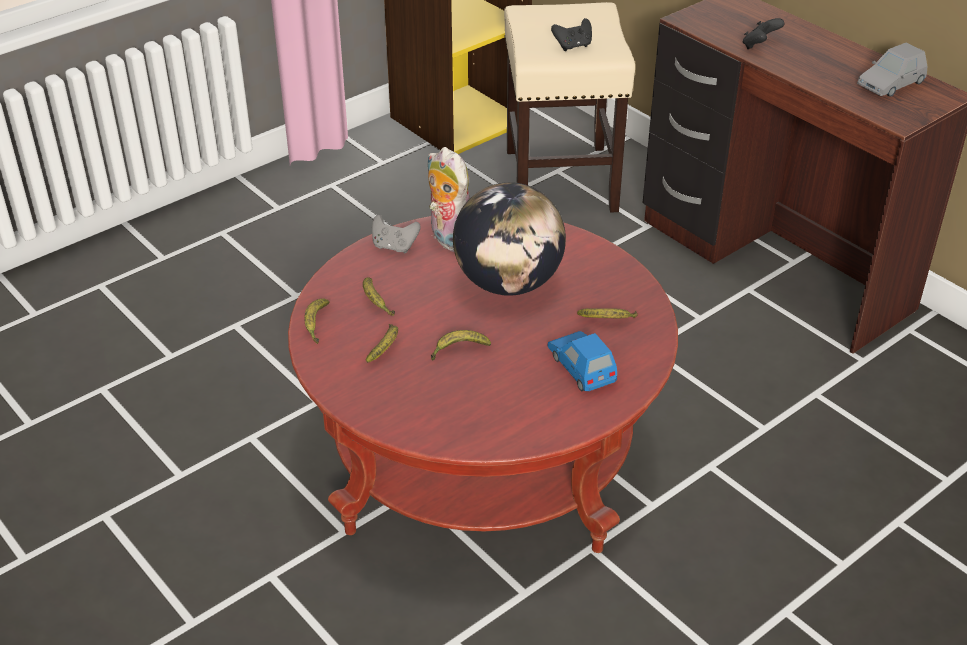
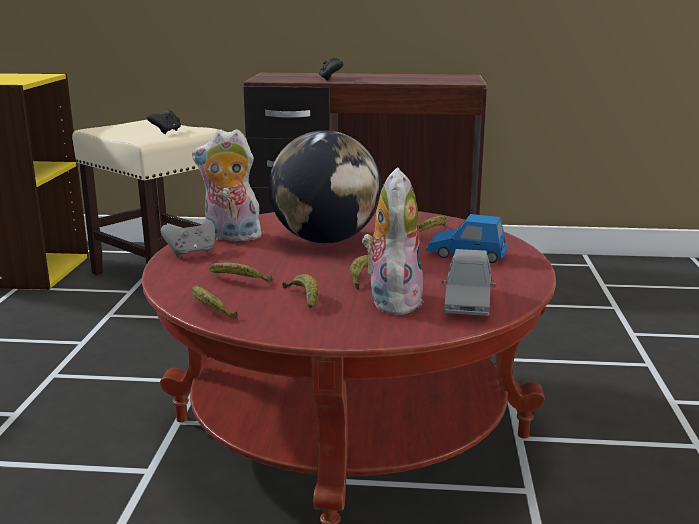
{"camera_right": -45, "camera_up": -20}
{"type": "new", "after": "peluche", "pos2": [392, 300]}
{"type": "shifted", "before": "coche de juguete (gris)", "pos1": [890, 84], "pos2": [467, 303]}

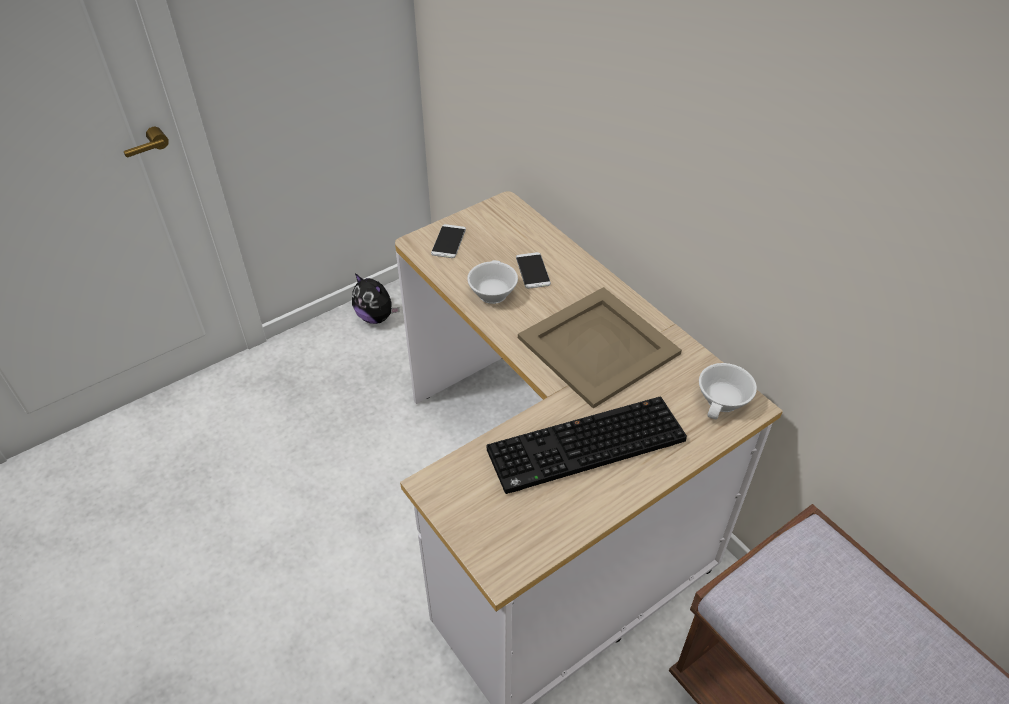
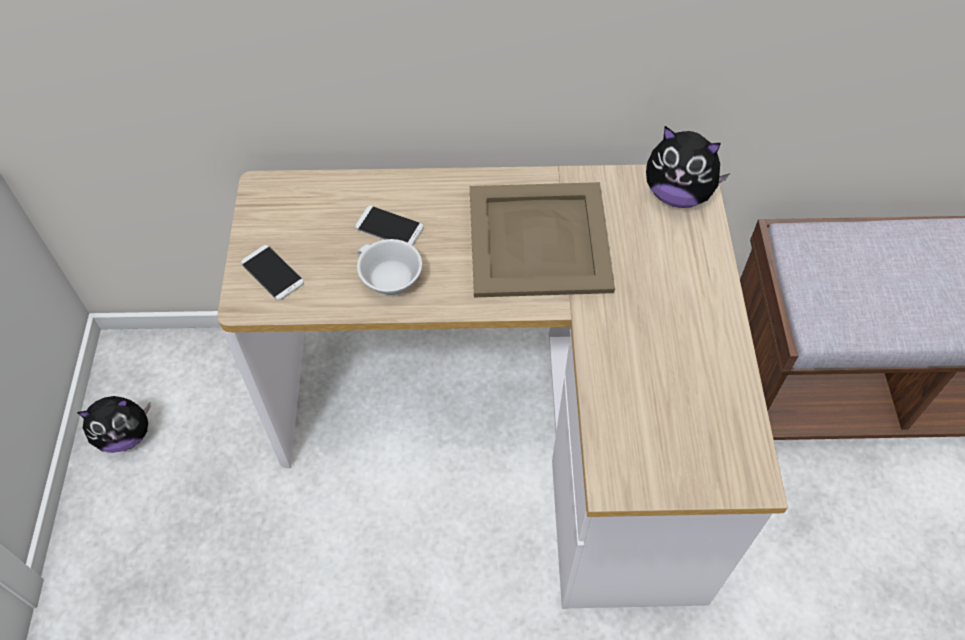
{"camera_right": -55, "camera_up": 10}
{"type": "gone", "before": "teclado", "pos1": [585, 449]}
{"type": "swapped", "before": "taza (blanco)", "after": "peluche", "pos1": [724, 402], "pos2": [677, 194]}

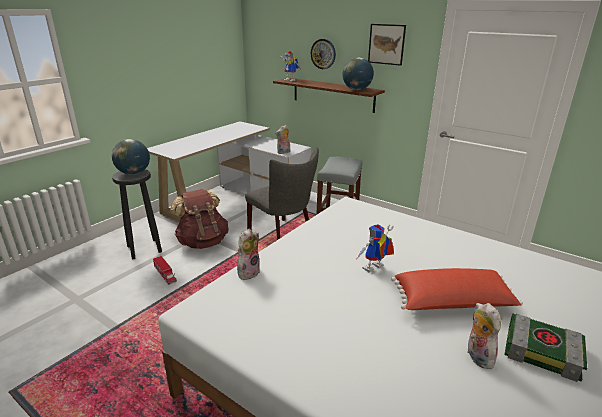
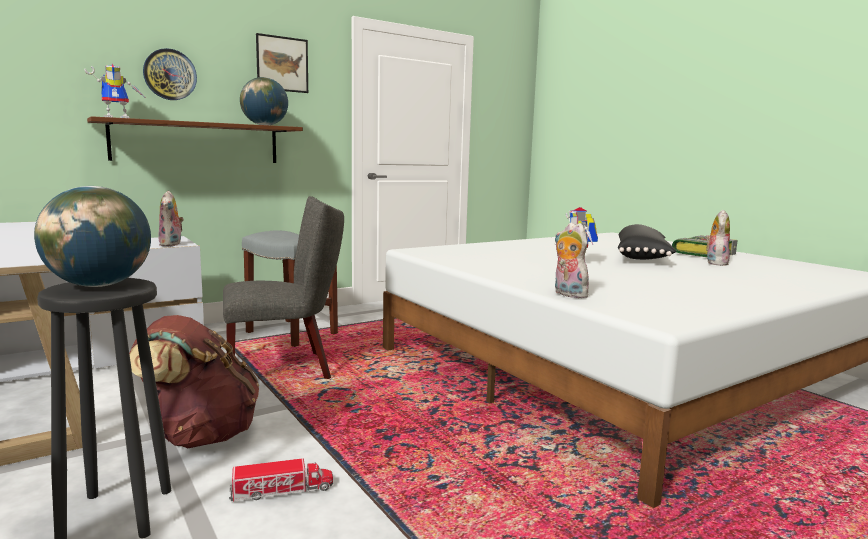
{"camera_right": -70, "camera_up": -15}
{"type": "repainted", "before": "cojín (rojo)", "after": "cojín (negro)", "pos1": [452, 303], "pos2": [642, 257]}
{"type": "rotated", "before": "peluche", "pos1": [477, 356], "pos2": [715, 263], "turn": 105}

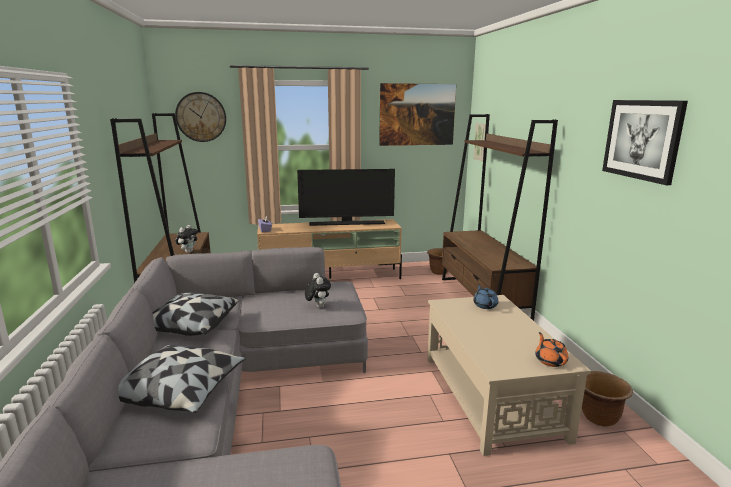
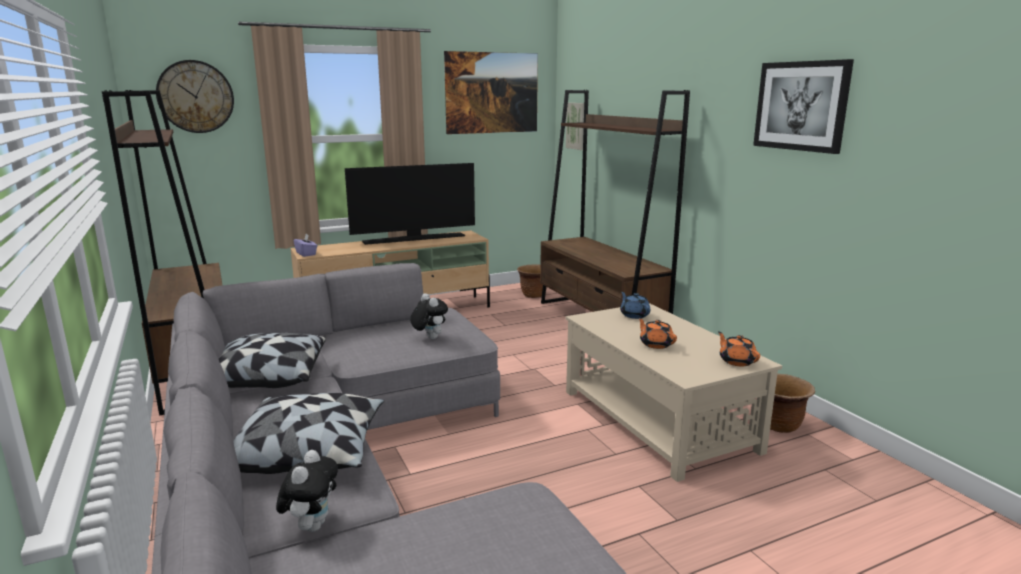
{"camera_right": -15, "camera_up": 0}
{"type": "new", "after": "tetera (naranja)", "pos2": [655, 344]}
{"type": "shifted", "before": "peluche", "pos1": [188, 251], "pos2": [312, 525]}

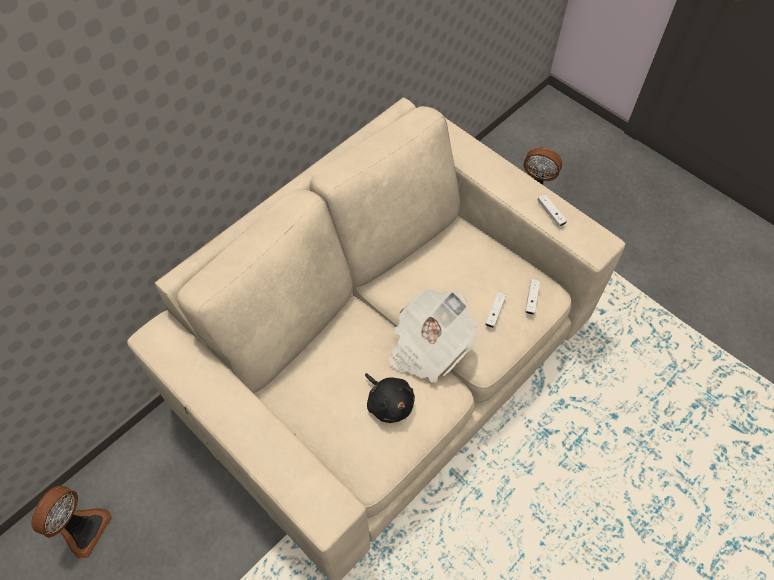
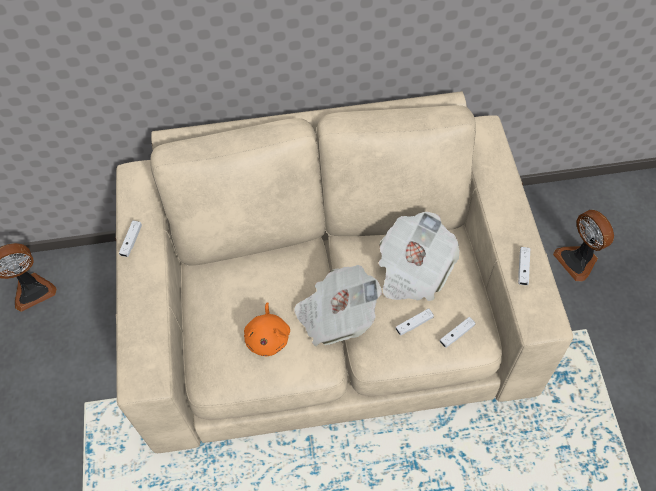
{"camera_right": 40, "camera_up": 0}
{"type": "new", "after": "mando de consola (blanco)", "pos2": [131, 241]}
{"type": "new", "after": "periódico", "pos2": [413, 270]}
{"type": "repainted", "before": "peluche (negro)", "after": "peluche (naranja)", "pos1": [389, 402], "pos2": [268, 337]}

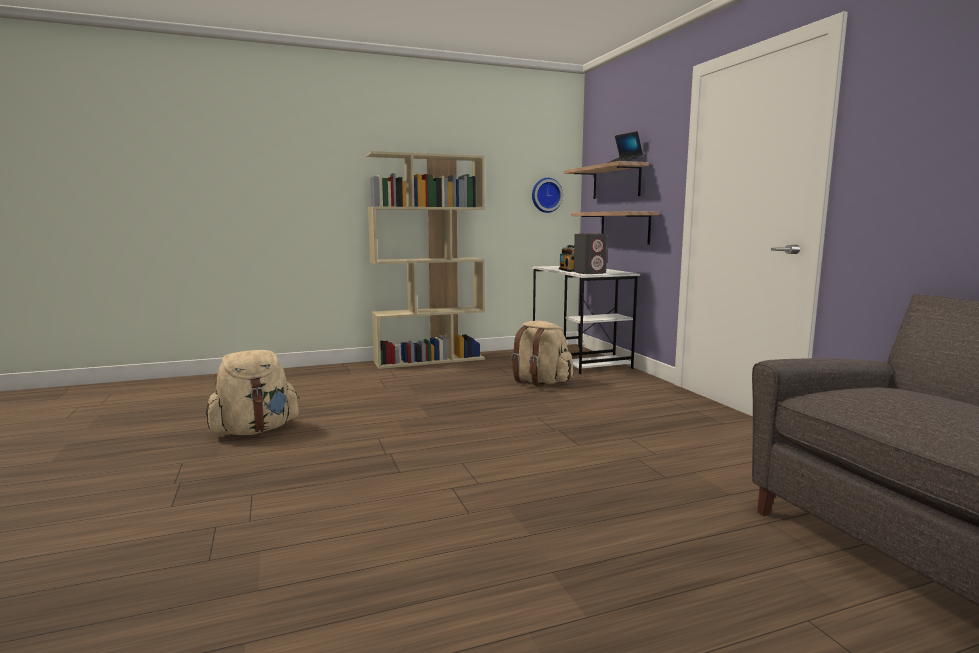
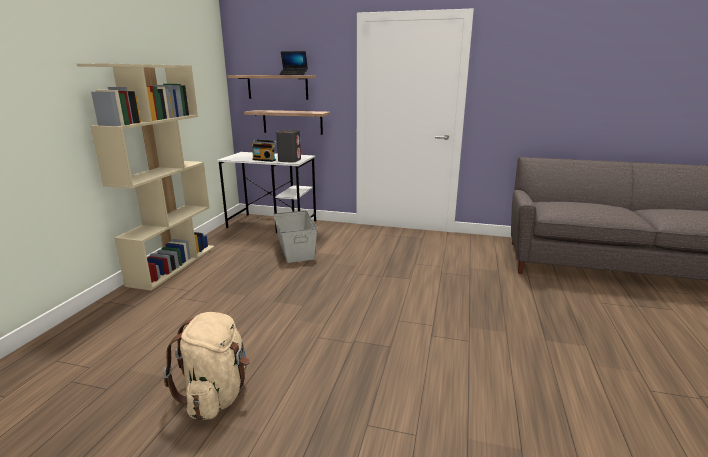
{"camera_right": -55, "camera_up": 10}
{"type": "gone", "before": "reloj de pared", "pos1": [546, 195]}
{"type": "swapped", "before": "mochila (beis)", "after": "caja de almacenaje (gris)", "pos1": [540, 382], "pos2": [295, 250]}

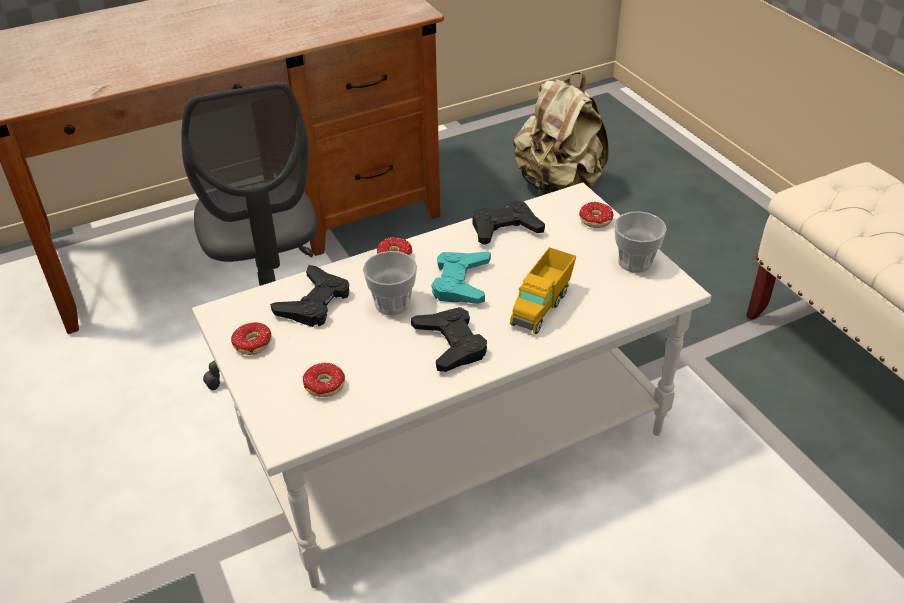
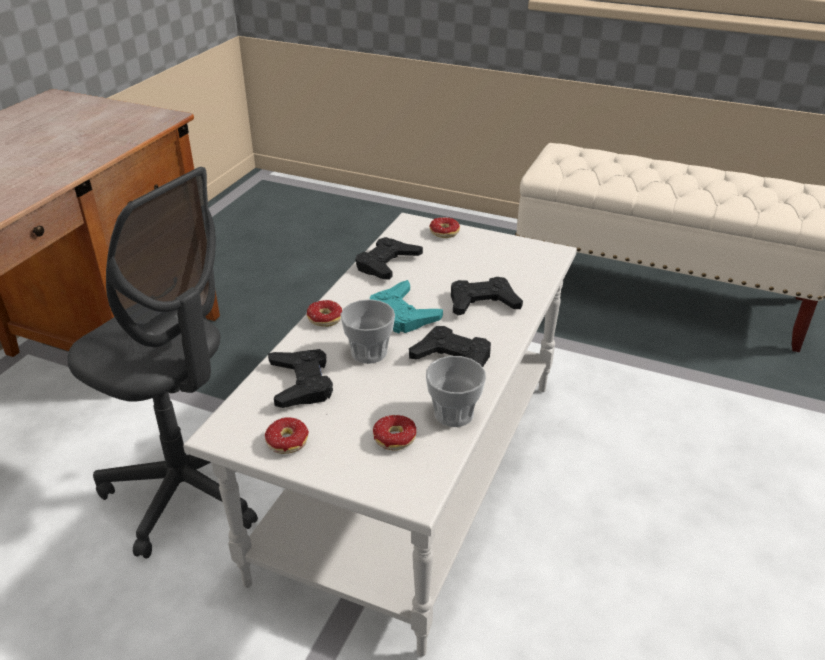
{"camera_right": -40, "camera_up": -5}
{"type": "gone", "before": "mochila (beis)", "pos1": [558, 186]}
{"type": "shifted", "before": "taza", "pos1": [635, 262], "pos2": [454, 414]}
{"type": "swapped", "before": "camión de juguete", "after": "mando de consola (negro)", "pos1": [541, 306], "pos2": [482, 303]}

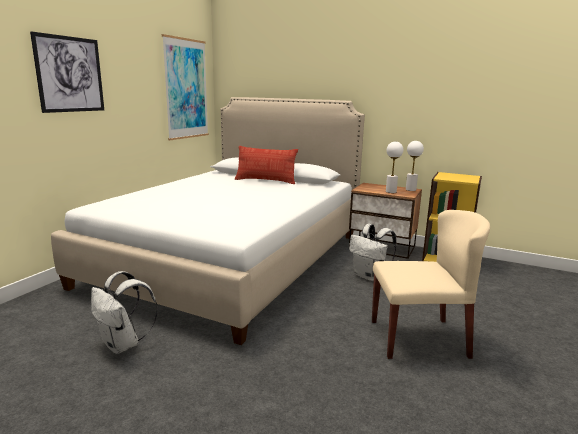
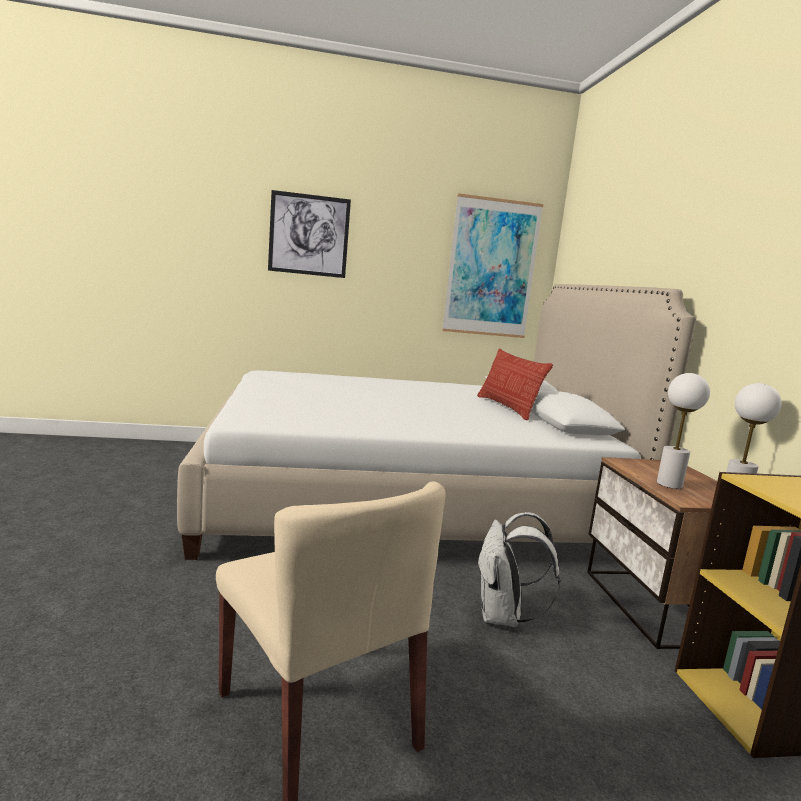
{"camera_right": 55, "camera_up": -5}
{"type": "gone", "before": "mochila (blanco)", "pos1": [123, 344]}

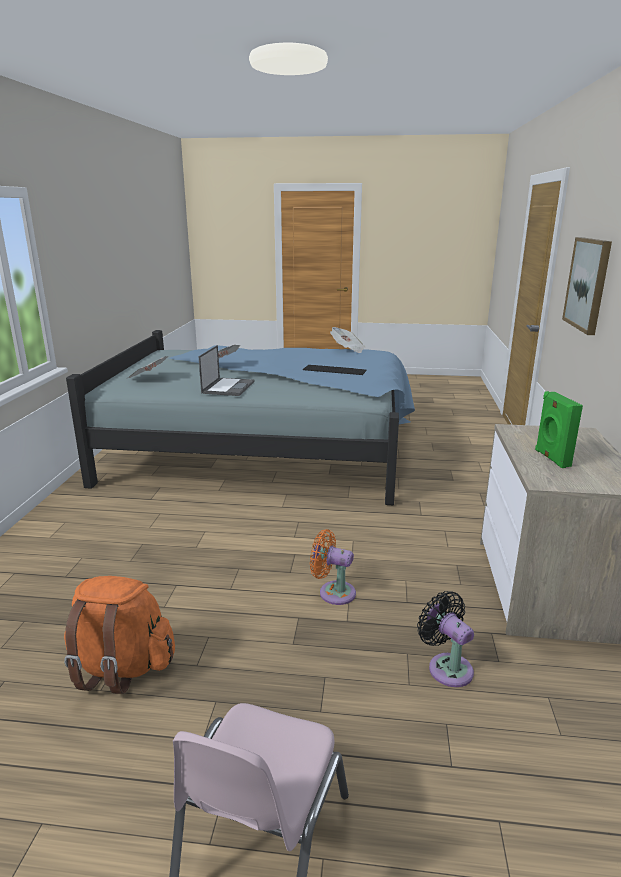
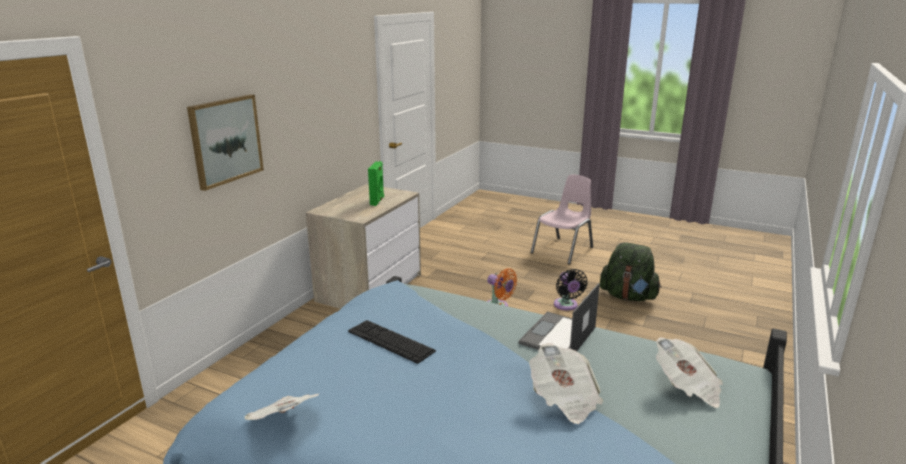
{"camera_right": -160, "camera_up": 0}
{"type": "shifted", "before": "ventilador (negro)", "pos1": [447, 667], "pos2": [566, 306]}
{"type": "repainted", "before": "mochila (naranja)", "after": "mochila (verde)", "pos1": [121, 667], "pos2": [628, 296]}

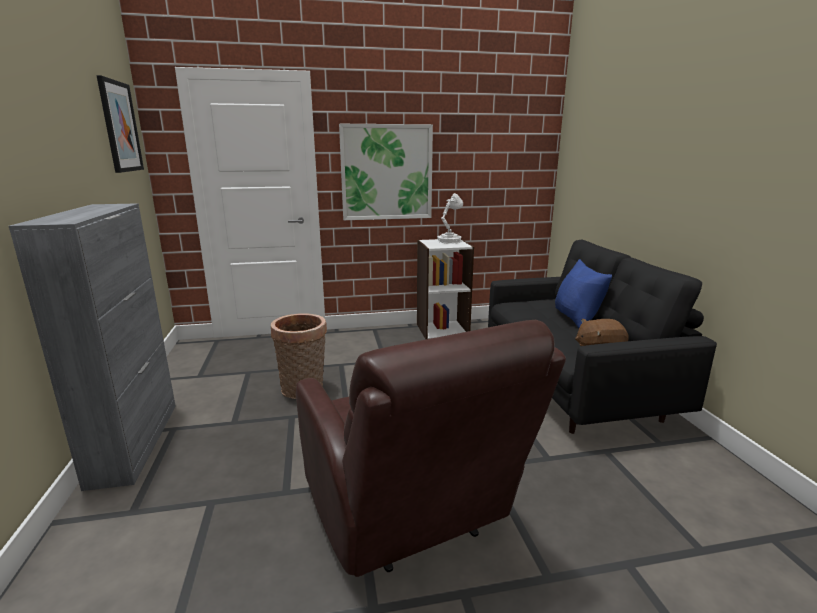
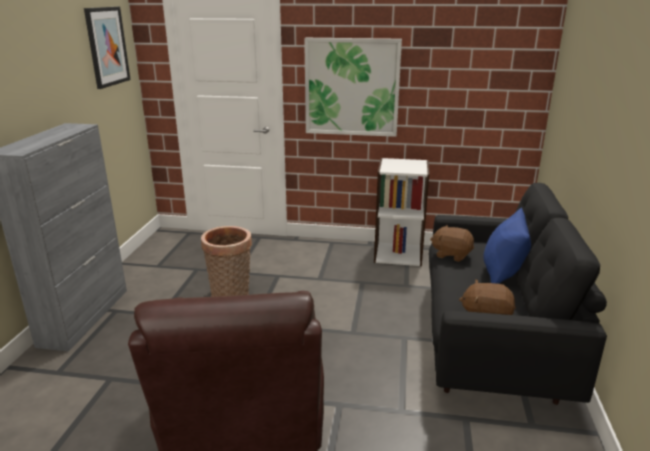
{"camera_right": 20, "camera_up": 5}
{"type": "gone", "before": "lámpara de mesa (blanco)", "pos1": [450, 240]}
{"type": "new", "after": "peluche (marrón)", "pos2": [451, 254]}

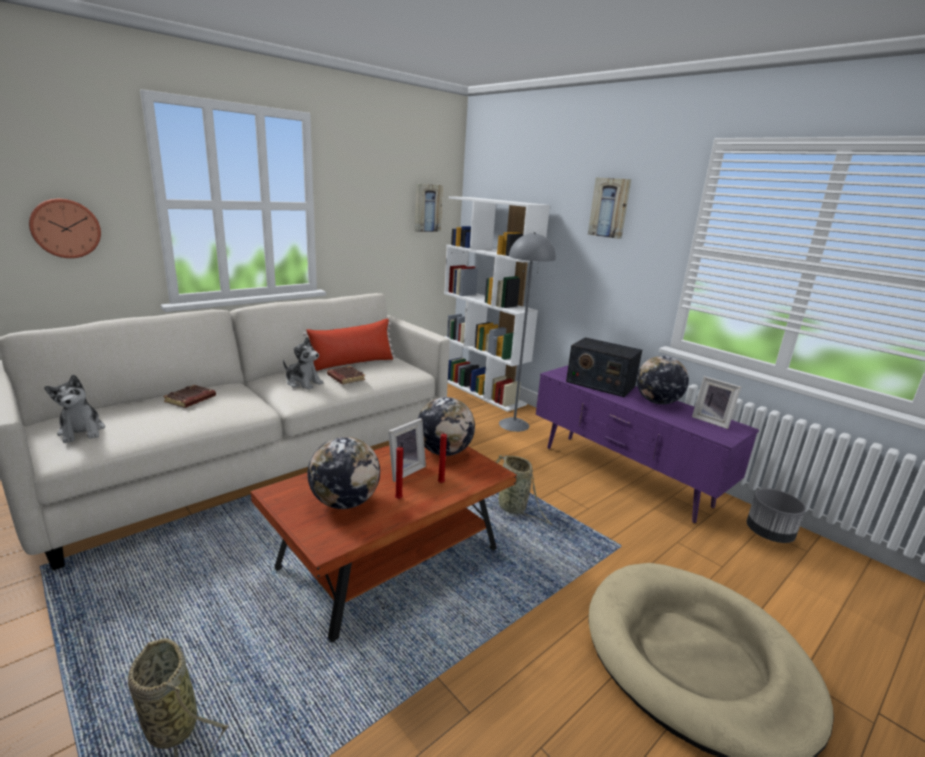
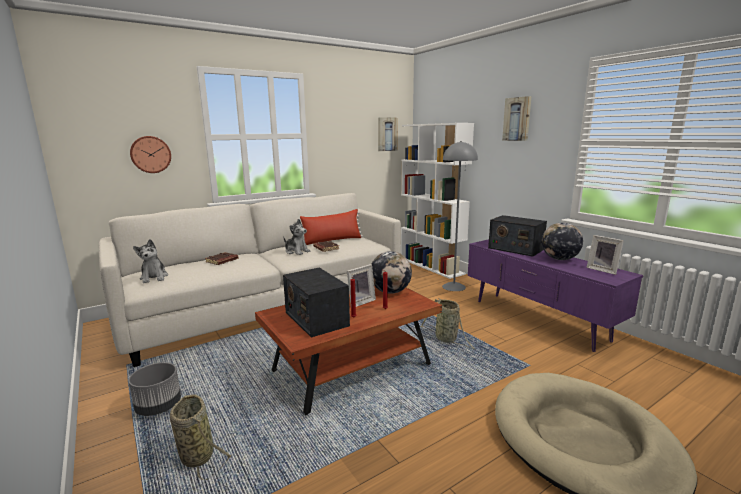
{"camera_right": 10, "camera_up": -5}
{"type": "shifted", "before": "maceta (gris)", "pos1": [768, 534], "pos2": [158, 407]}
{"type": "swapped", "before": "globo terráqueo", "after": "radio", "pos1": [345, 502], "pos2": [316, 318]}

